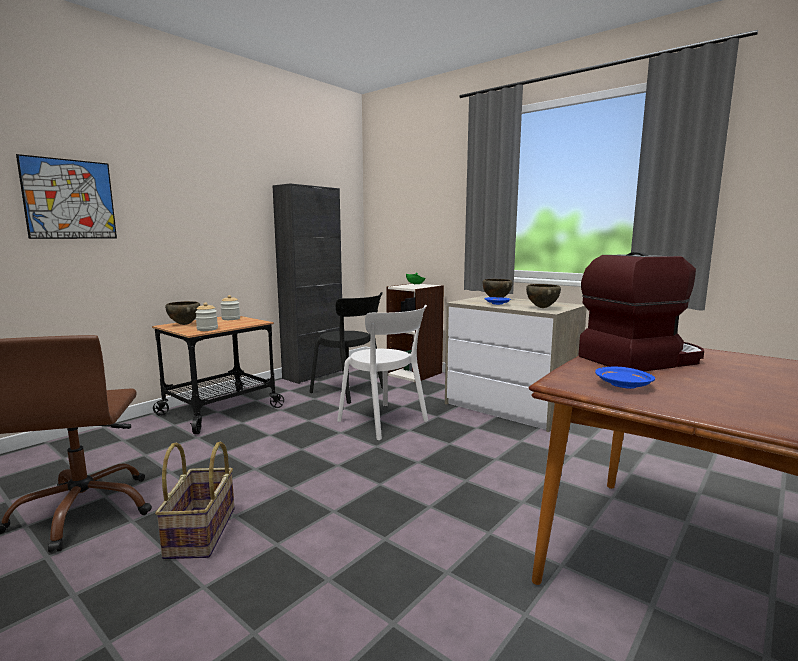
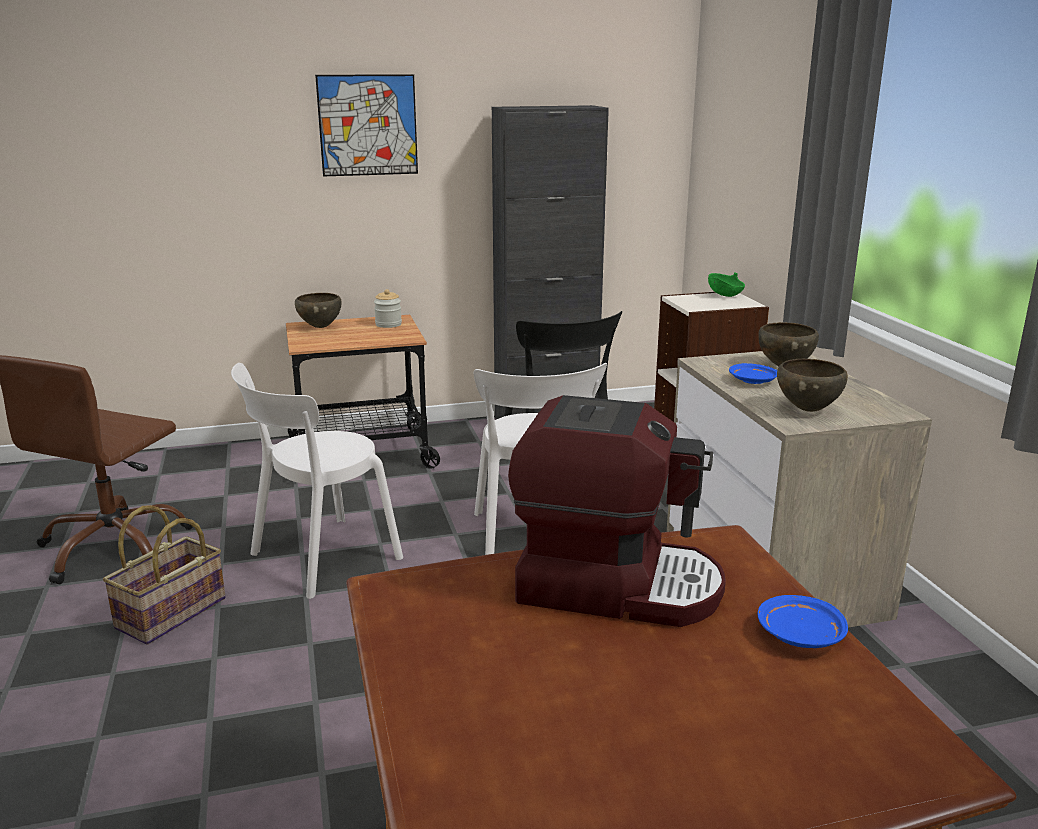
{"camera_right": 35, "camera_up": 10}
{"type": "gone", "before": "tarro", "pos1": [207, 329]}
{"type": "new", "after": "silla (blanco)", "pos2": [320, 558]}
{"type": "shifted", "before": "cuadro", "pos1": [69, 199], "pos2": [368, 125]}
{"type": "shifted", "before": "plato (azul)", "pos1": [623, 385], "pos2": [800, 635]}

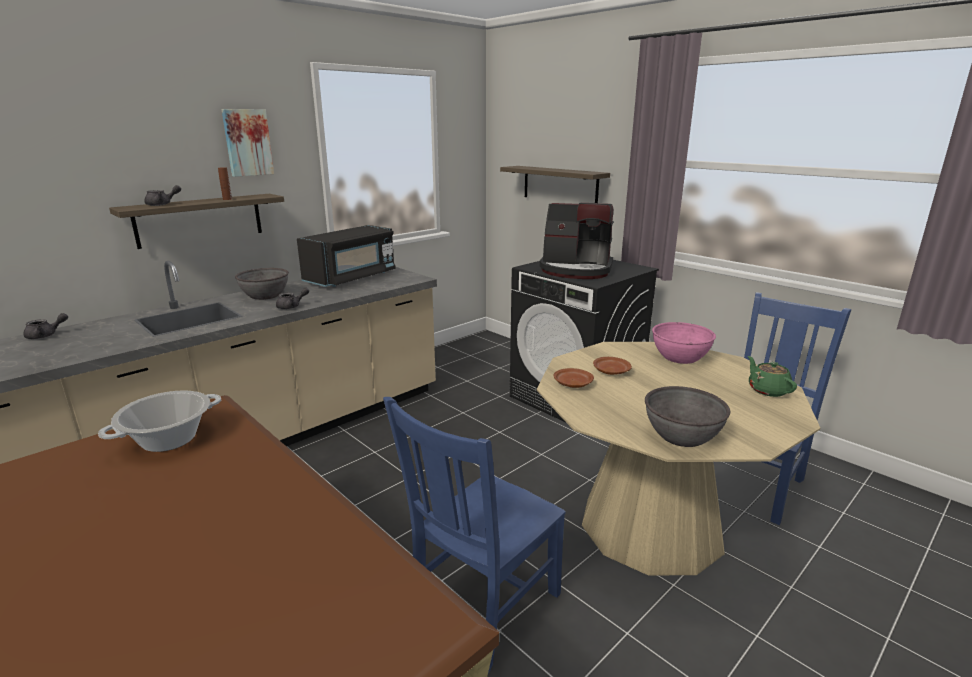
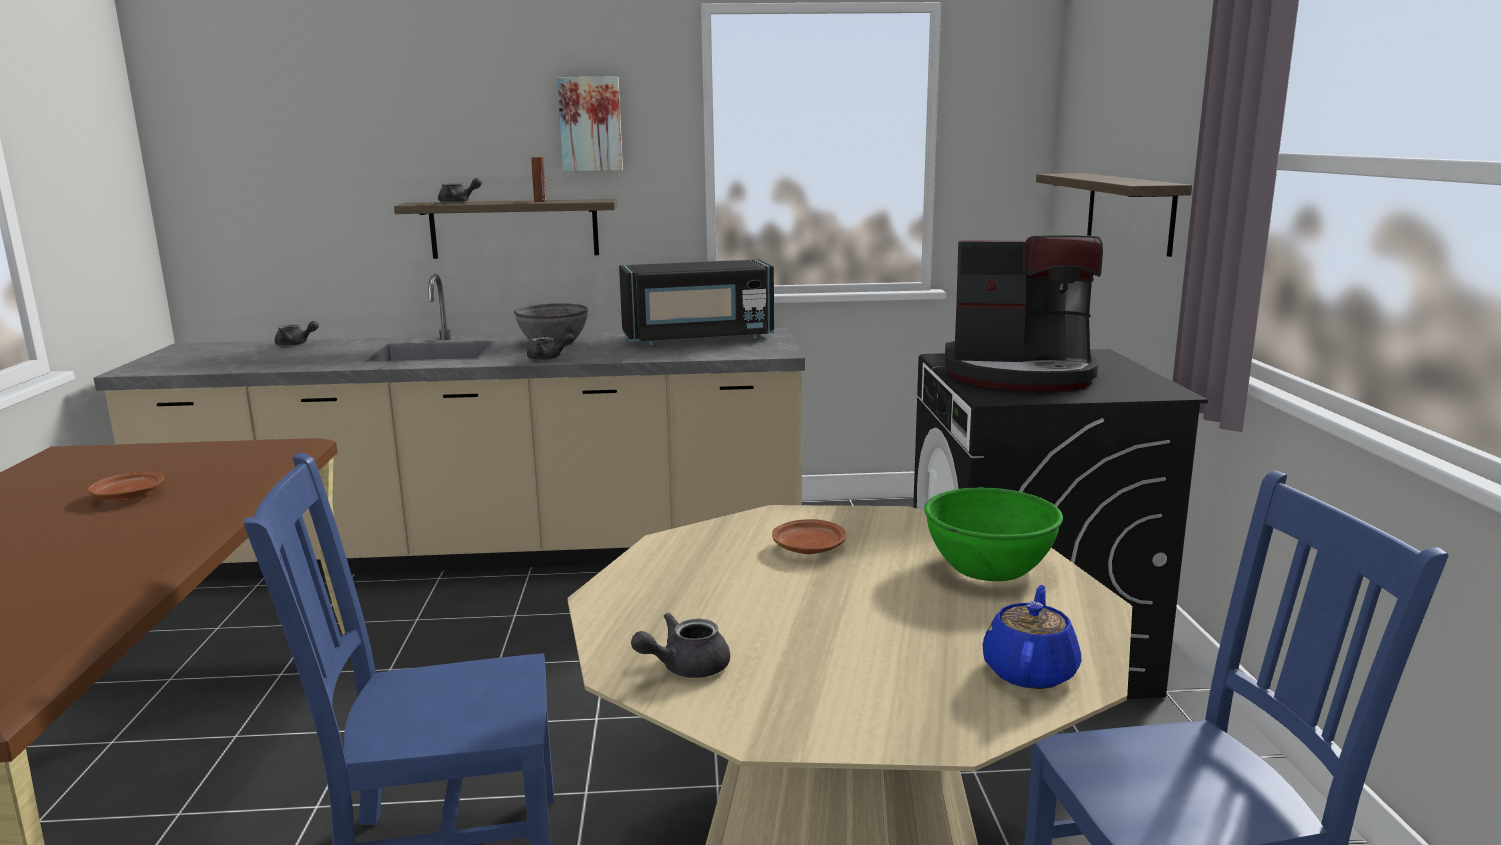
{"camera_right": 40, "camera_up": -5}
{"type": "gone", "before": "olla", "pos1": [169, 440]}
{"type": "shifted", "before": "plato (marrón)", "pos1": [572, 384], "pos2": [128, 496]}
{"type": "swapped", "before": "cuenco (gris)", "after": "tetera (gris)", "pos1": [682, 436], "pos2": [685, 667]}
{"type": "repainted", "before": "cuenco (rosa)", "after": "cuenco (verde)", "pos1": [680, 357], "pos2": [989, 566]}
{"type": "repainted", "before": "tetera (verde)", "after": "tetera (azul)", "pos1": [767, 390], "pos2": [1030, 670]}
{"type": "rotated", "before": "cafetera", "pos1": [576, 270], "pos2": [1020, 374], "turn": -45}

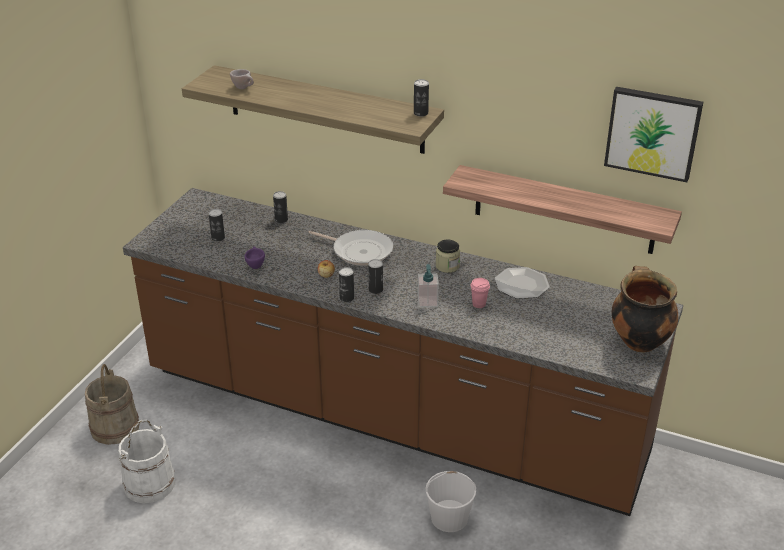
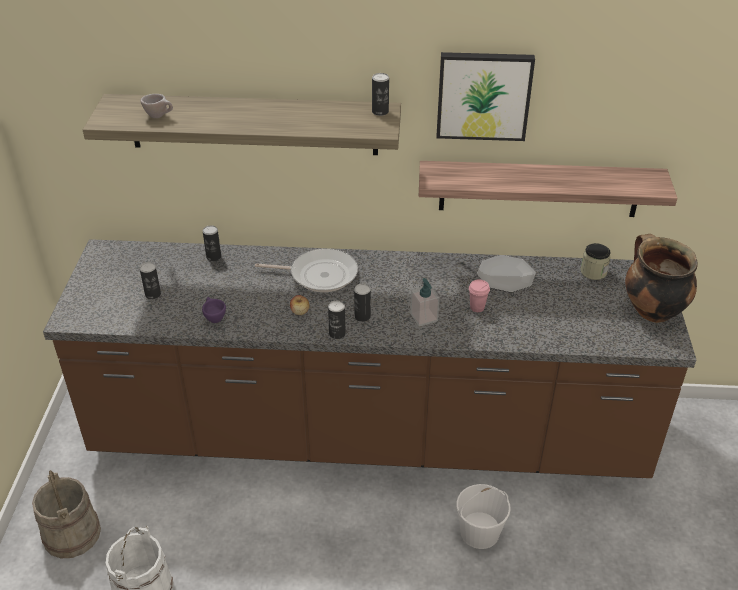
{"camera_right": -20, "camera_up": 5}
{"type": "shifted", "before": "tarro", "pos1": [447, 266], "pos2": [593, 272]}
{"type": "shifted", "before": "cuadro", "pos1": [653, 132], "pos2": [483, 95]}

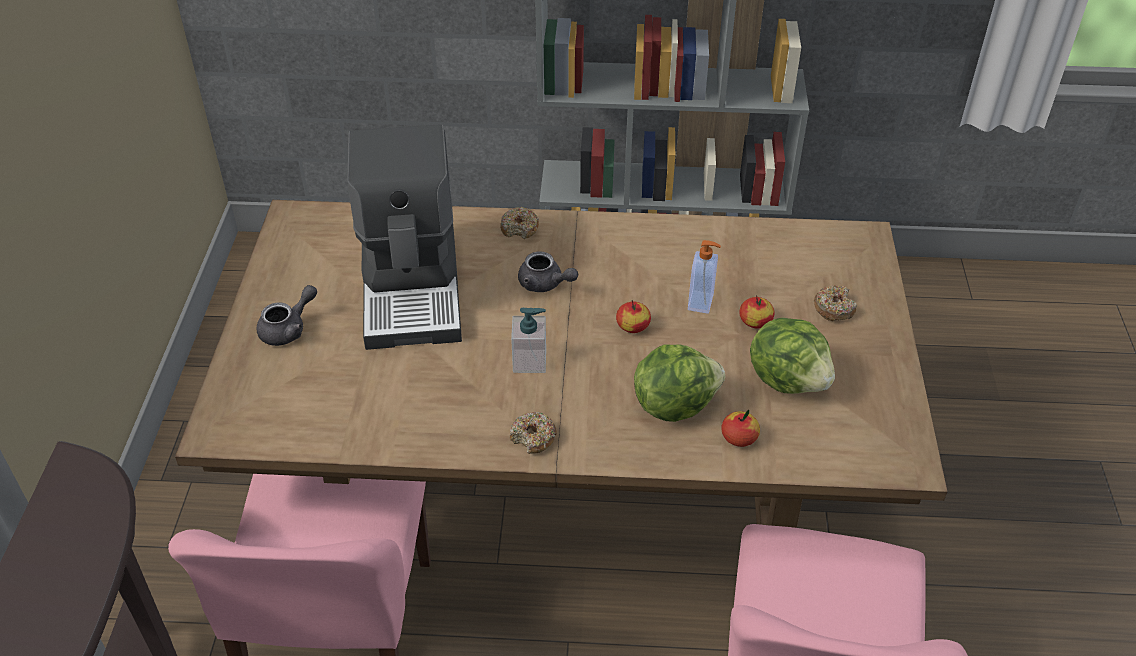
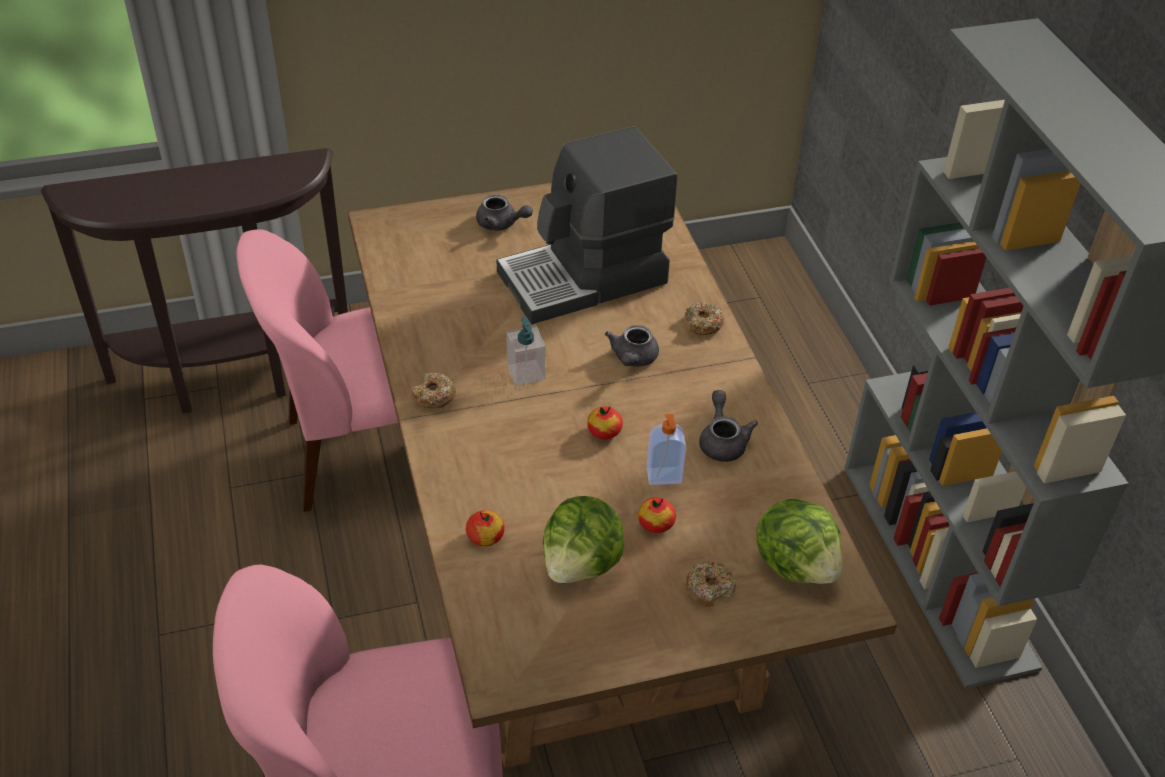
{"camera_right": 70, "camera_up": 0}
{"type": "new", "after": "tetera (gris)", "pos2": [722, 441]}
{"type": "shifted", "before": "lechuga", "pos1": [673, 404], "pos2": [796, 564]}

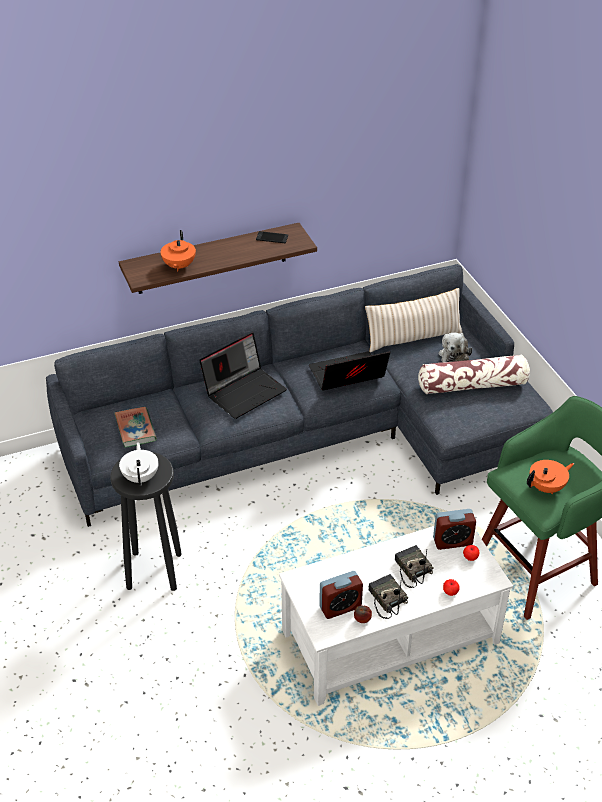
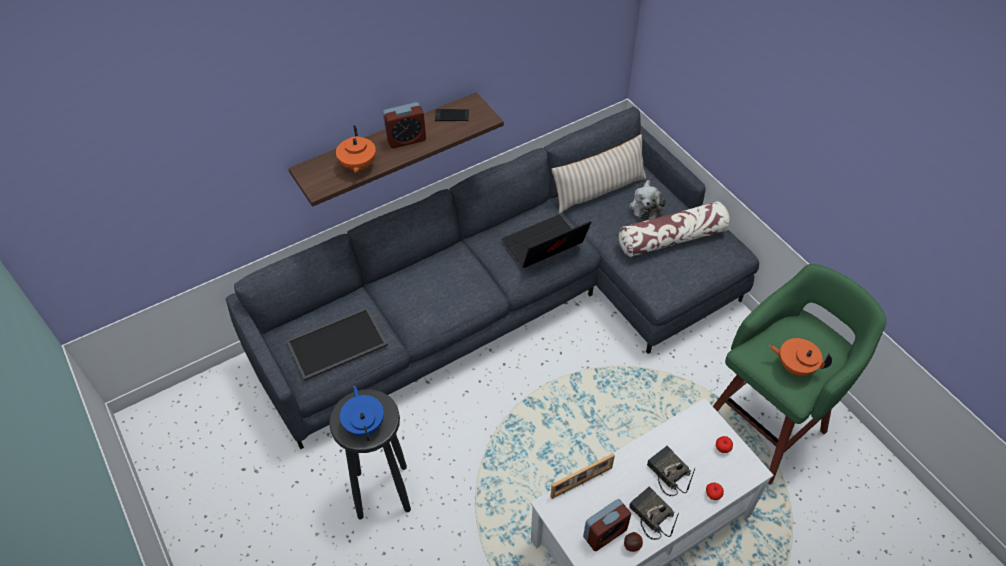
{"camera_right": -10, "camera_up": 10}
{"type": "gone", "before": "portátil", "pos1": [244, 391]}
{"type": "new", "after": "portarretratos", "pos2": [582, 483]}
{"type": "shifted", "before": "despertador", "pos1": [452, 541], "pos2": [406, 139]}
{"type": "swapped", "before": "libro", "after": "bandeja", "pos1": [135, 429], "pos2": [336, 345]}
{"type": "repainted", "before": "tetera (blanco)", "after": "tetera (azul)", "pos1": [141, 477], "pos2": [365, 424]}
{"type": "rotated", "before": "tetera (naranja)", "pos1": [547, 487], "pos2": [794, 366], "turn": -120}

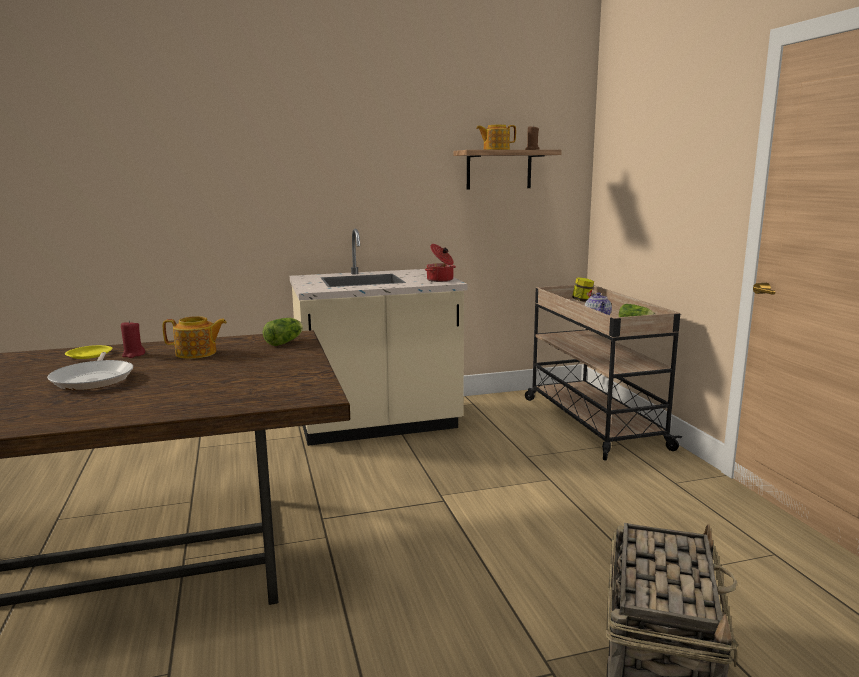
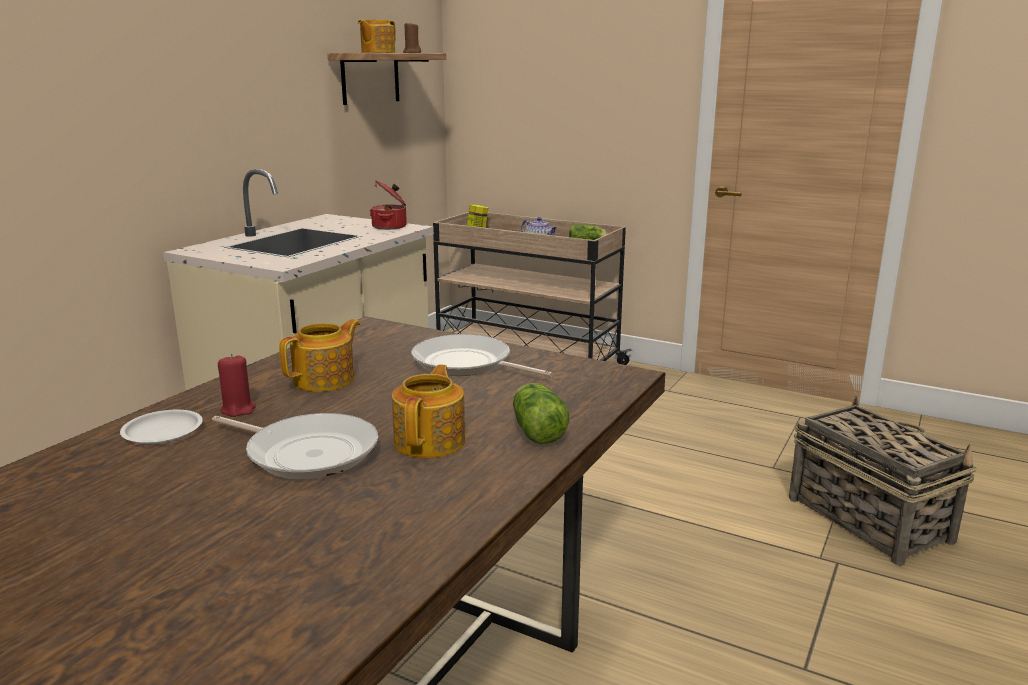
{"camera_right": -45, "camera_up": 5}
{"type": "new", "after": "tetera", "pos2": [431, 441]}
{"type": "new", "after": "sartén", "pos2": [466, 364]}
{"type": "shifted", "before": "lechuga", "pos1": [285, 342], "pos2": [537, 430]}
{"type": "repainted", "before": "plato (amarillo)", "after": "plato (blanco)", "pos1": [89, 354], "pos2": [162, 432]}

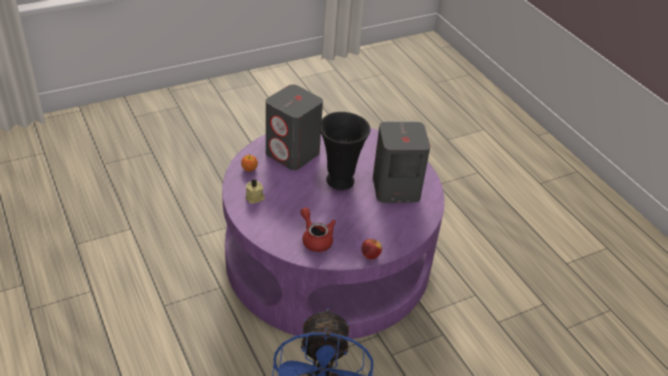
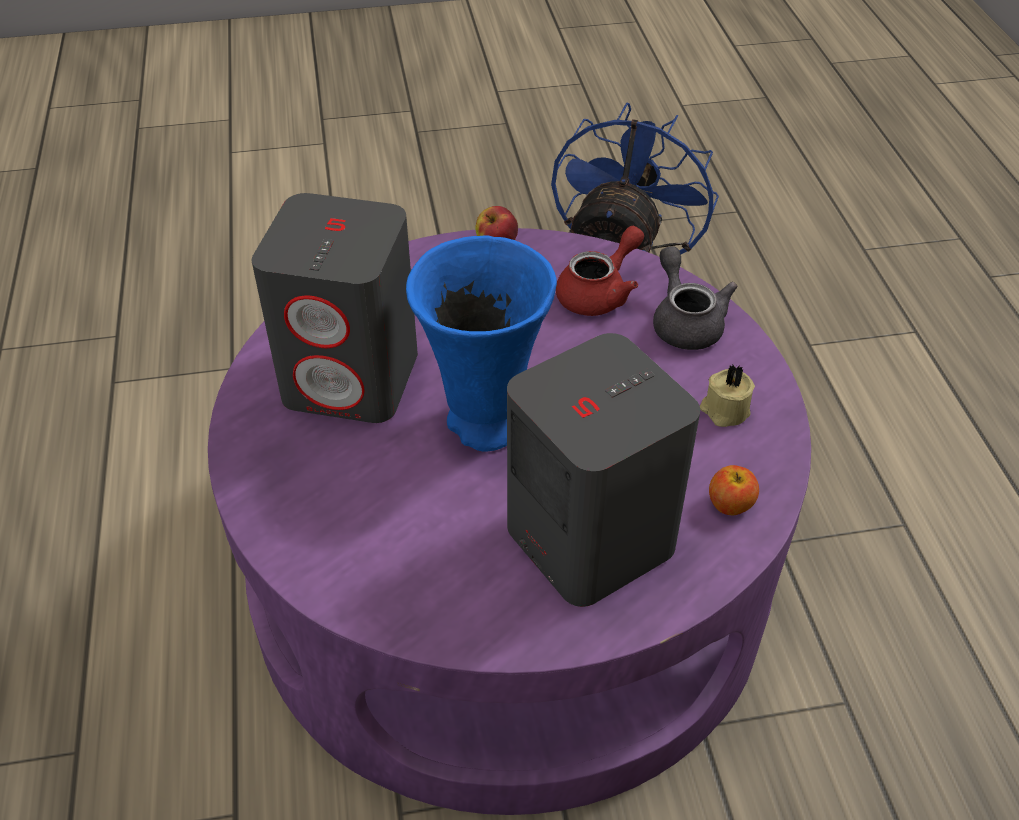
{"camera_right": -160, "camera_up": 5}
{"type": "new", "after": "tetera (gris)", "pos2": [685, 321]}
{"type": "repainted", "before": "florero (negro)", "after": "florero (azul)", "pos1": [339, 180], "pos2": [485, 425]}
{"type": "rotated", "before": "tetera (rojo)", "pos1": [315, 239], "pos2": [599, 293], "turn": -120}

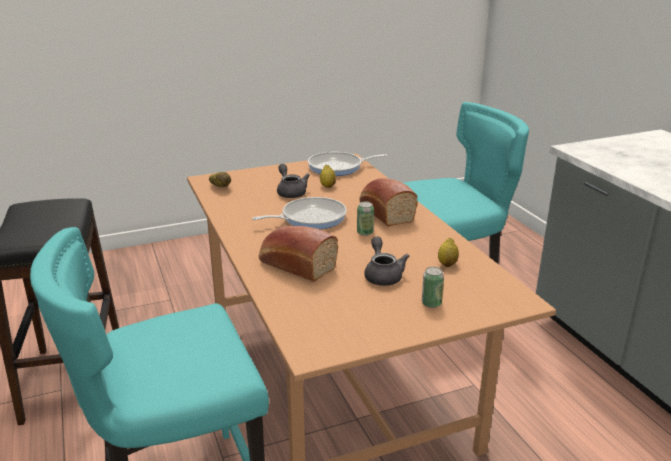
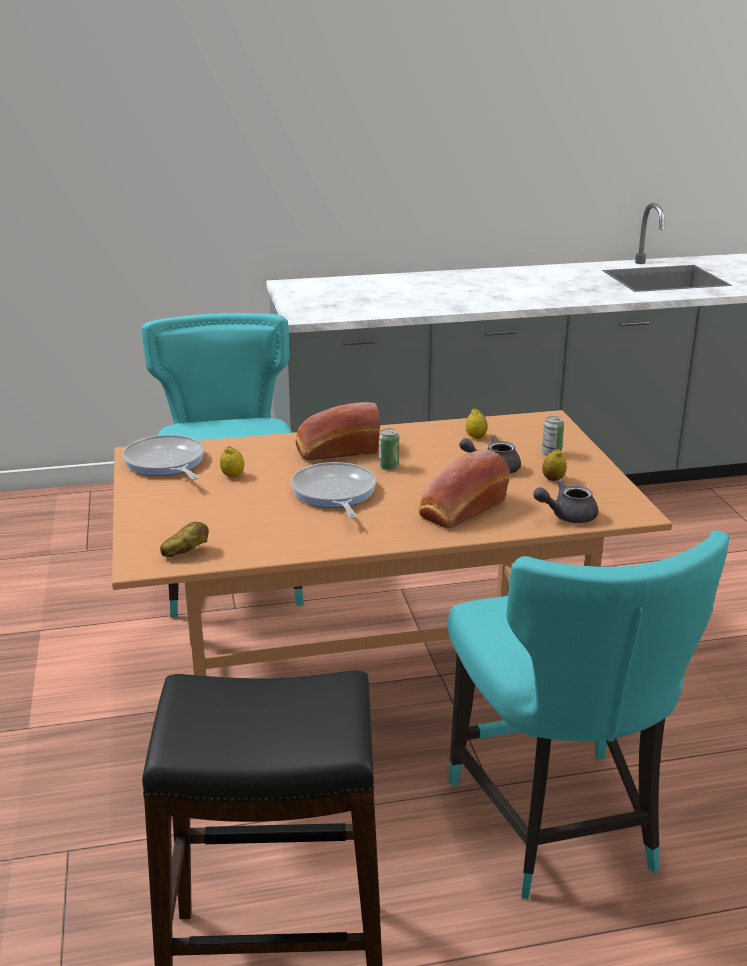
{"camera_right": -80, "camera_up": 0}
{"type": "new", "after": "limón", "pos2": [553, 479]}
{"type": "shifted", "before": "tetera (gris)", "pos1": [290, 192], "pos2": [567, 516]}
{"type": "rotated", "before": "sartén", "pos1": [338, 167], "pos2": [165, 463], "turn": 150}

